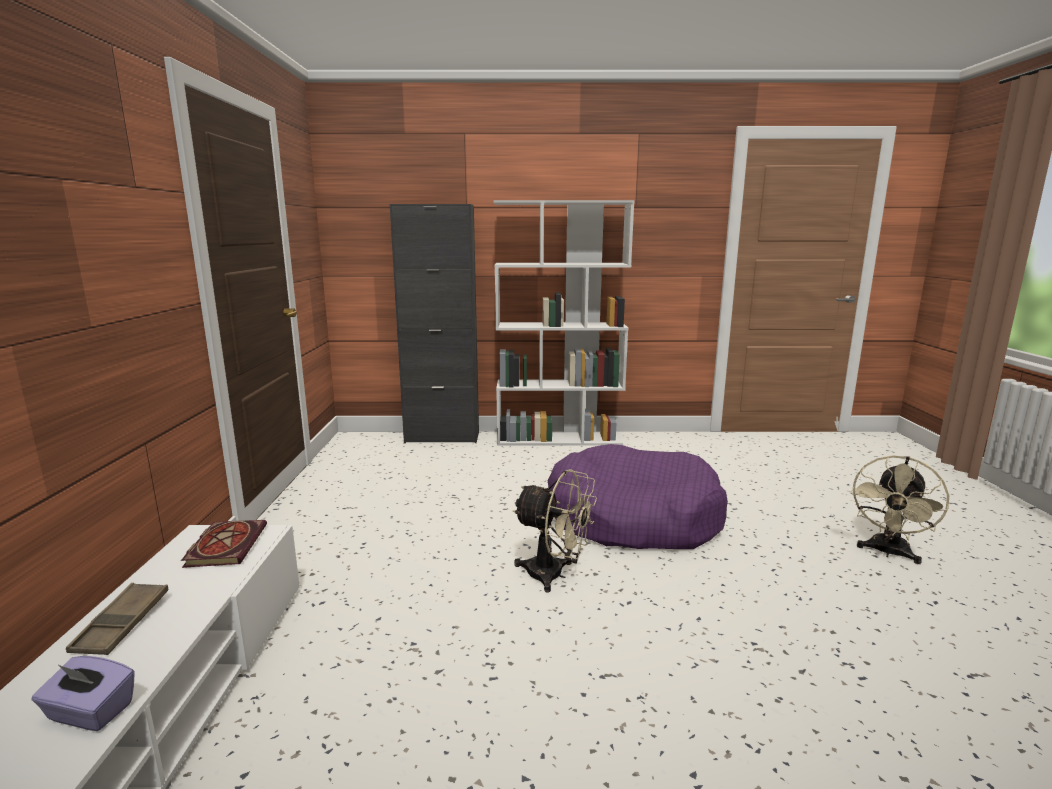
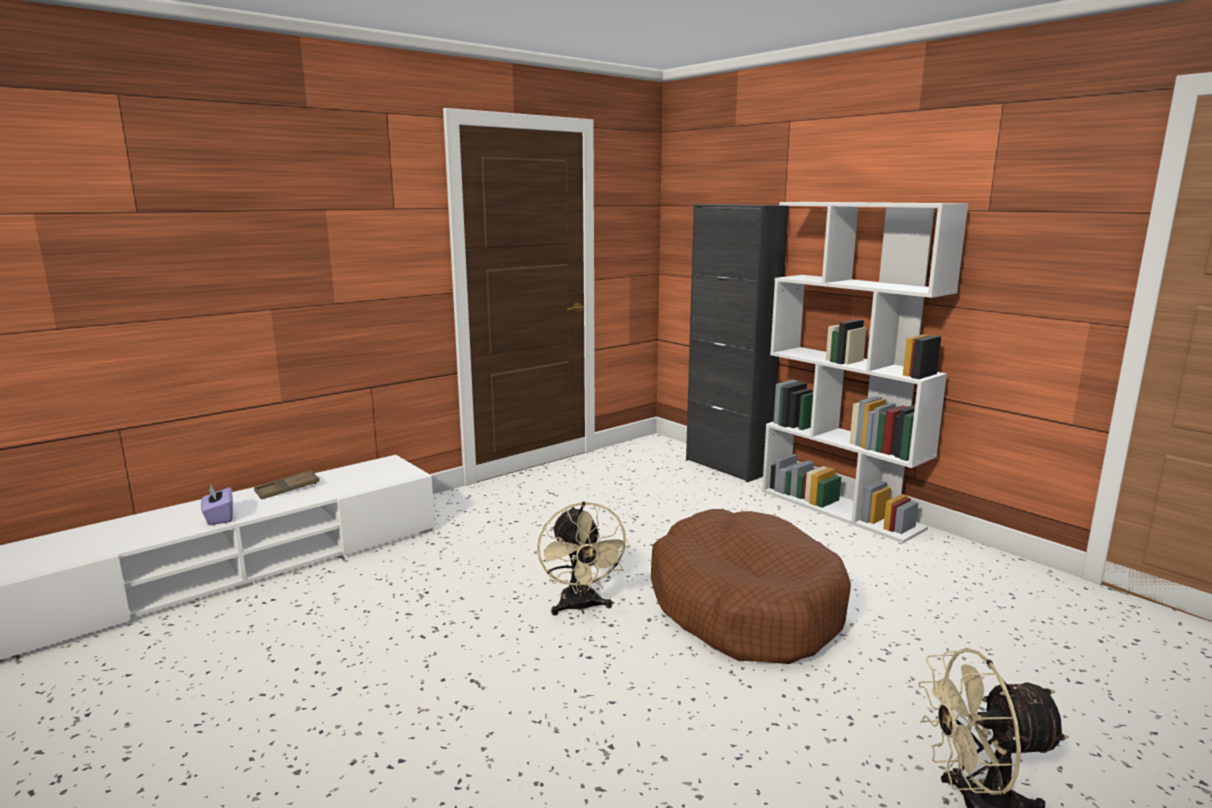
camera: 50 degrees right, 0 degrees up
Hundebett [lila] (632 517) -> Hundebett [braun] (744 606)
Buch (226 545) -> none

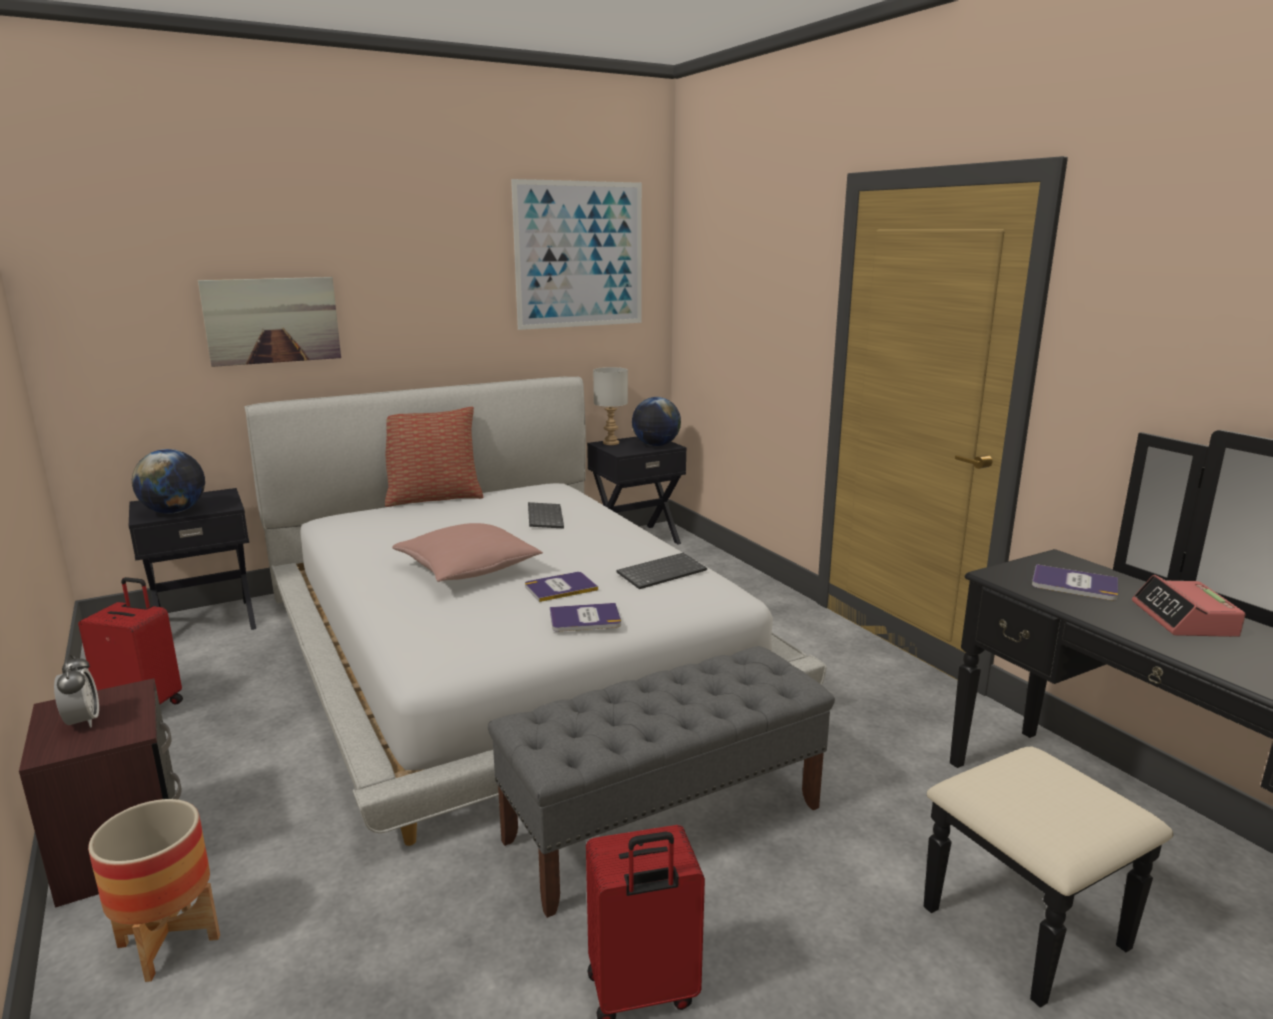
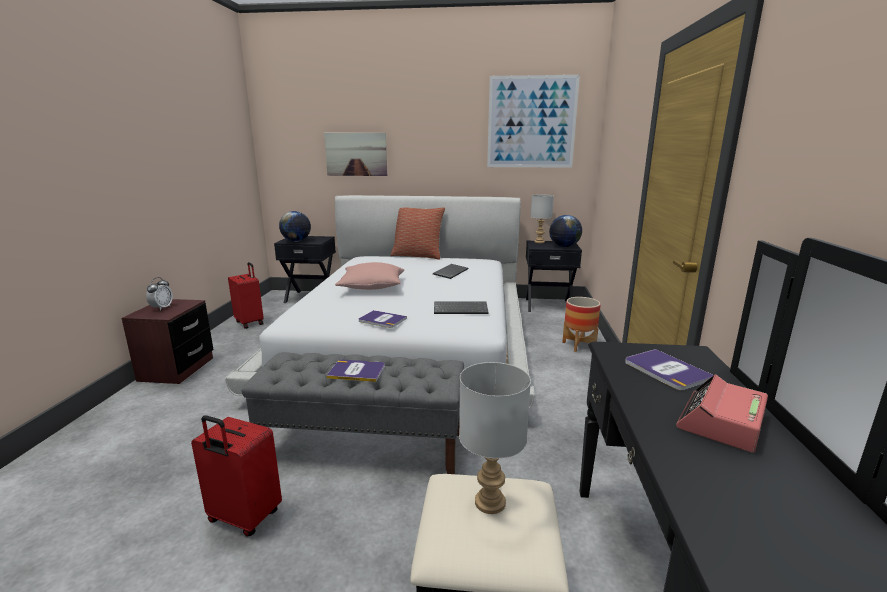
camera: 35 degrees right, 0 degrees up
Buch (560 587) -> Buch (357 371), move
none -> Tischlampe [grau] (489 503)
Pflanzkübel (169 941) -> Pflanzkübel (579 345), move

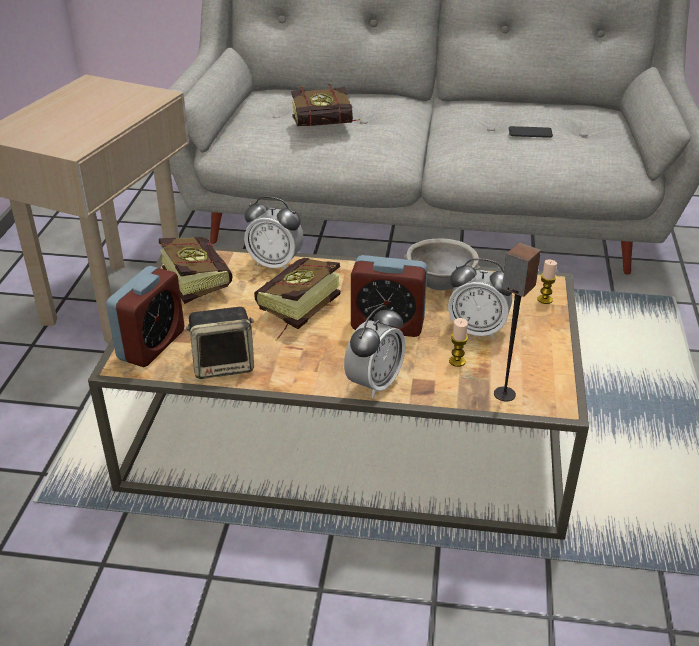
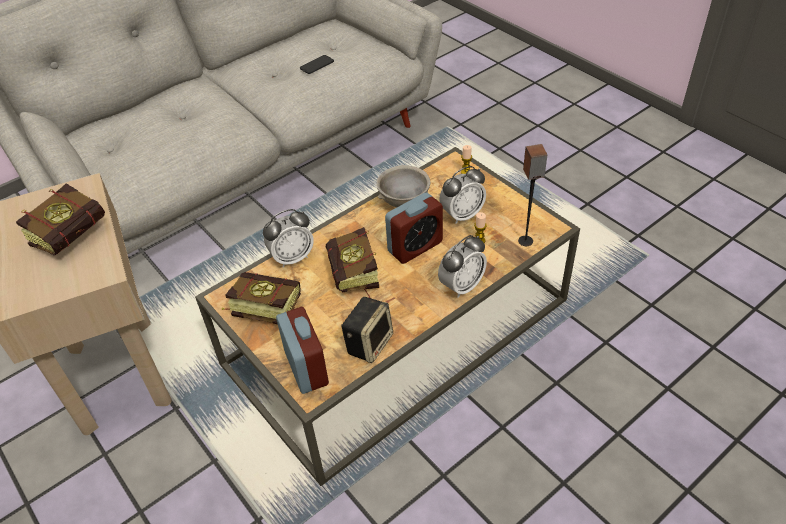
camera: 45 degrees left, 10 degrees up
Buch (329 127) -> Buch (77 233), move
Wecker (374 383) -> Wecker (461 286), 60 degrees clockwise

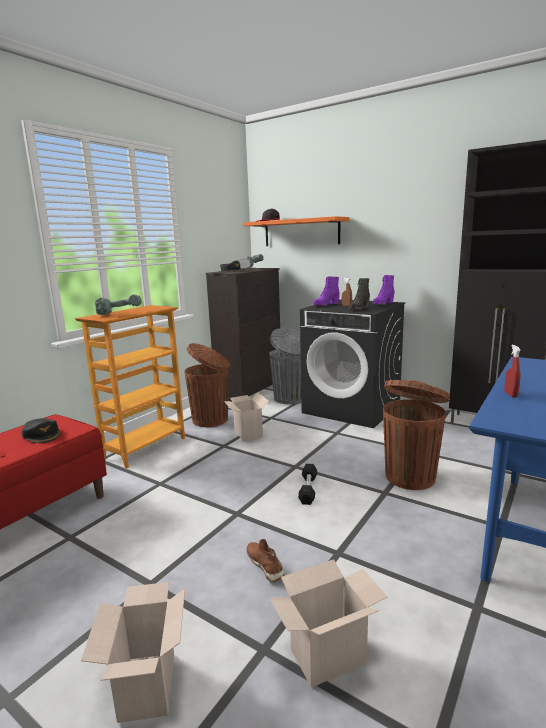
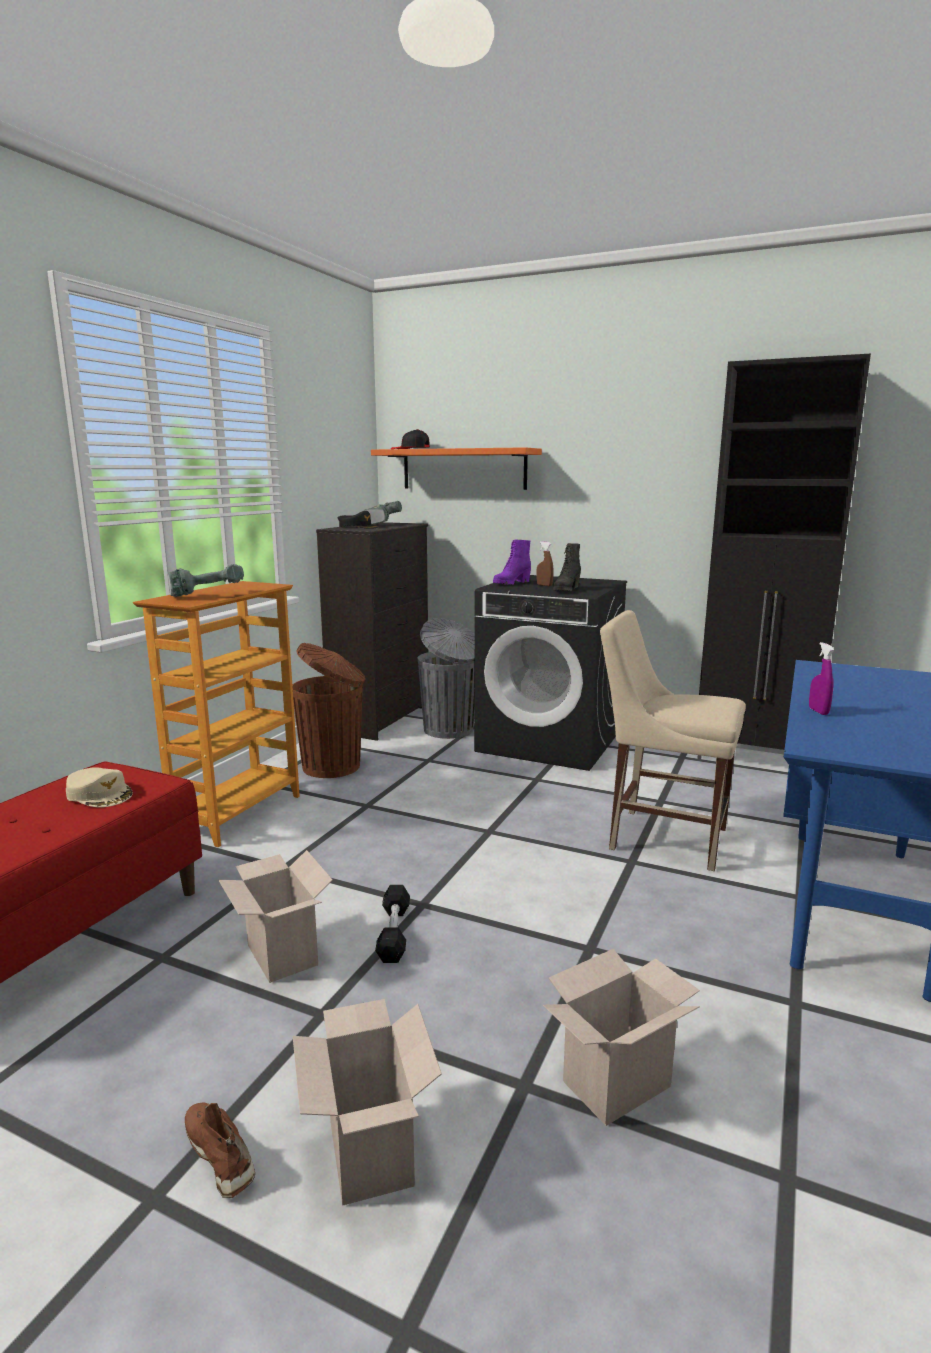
camera: 10 degrees left, 0 degrees up
Kappe [schwarz] (42 434) -> Kappe [beige] (100 794)
Schuh [braun] (265 565) -> Schuh [braun] (221 1154), move
Karton (247 433) -> Karton (279 954), move
Hantel [schwarz] (308 489) -> Hantel [schwarz] (394 933), move
Mülleimer [braun] (410 476) -> Stuhl [beige] (661 836)
Sprühflasche [rot] (510 394) -> Sprühflasche [lila] (818 711)
Stiefel [lila] (382 304) -> none

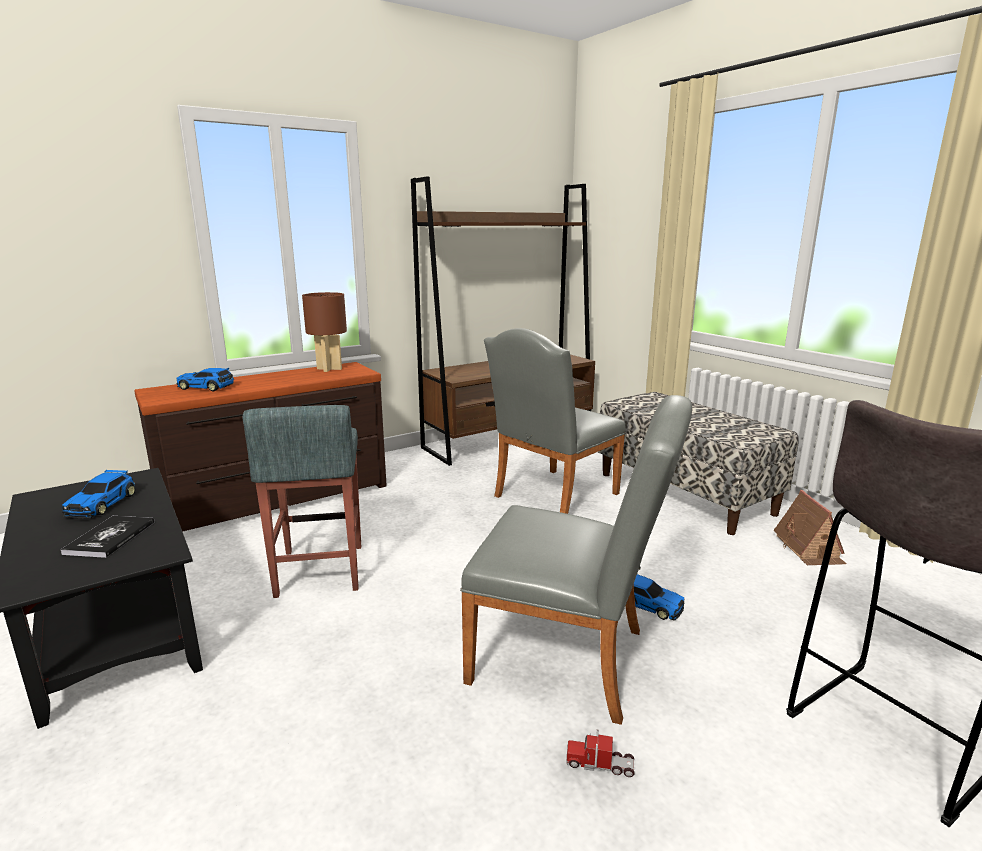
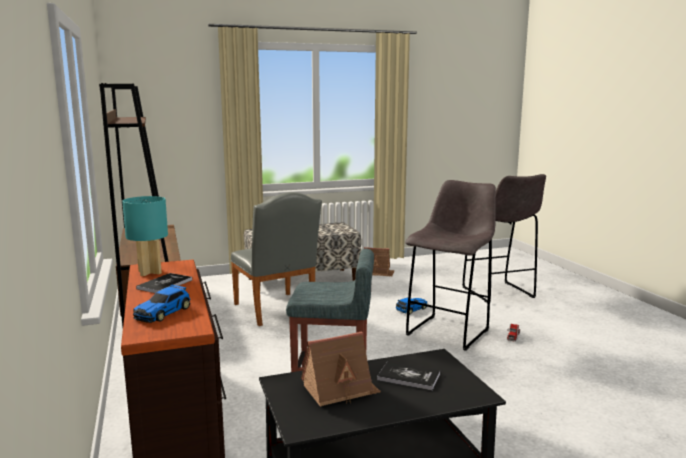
camera: 75 degrees left, 5 degrees down
Tischlampe [braun] (329 369) -> Tischlampe [türkis] (150 272)
none -> Buch (165 284)
Spielzeugauto (103 504) -> Spielzeughaus (340 389)
Stuhl [grau] (570 659) -> Hocker [grau] (449 331)

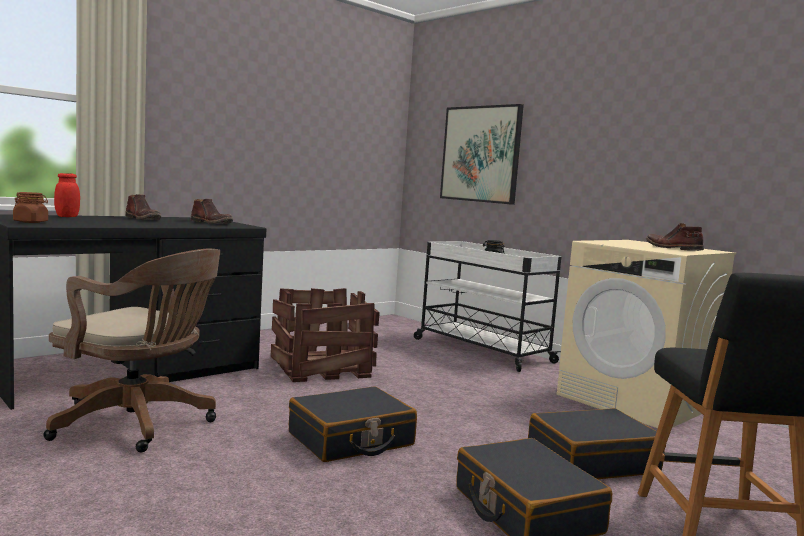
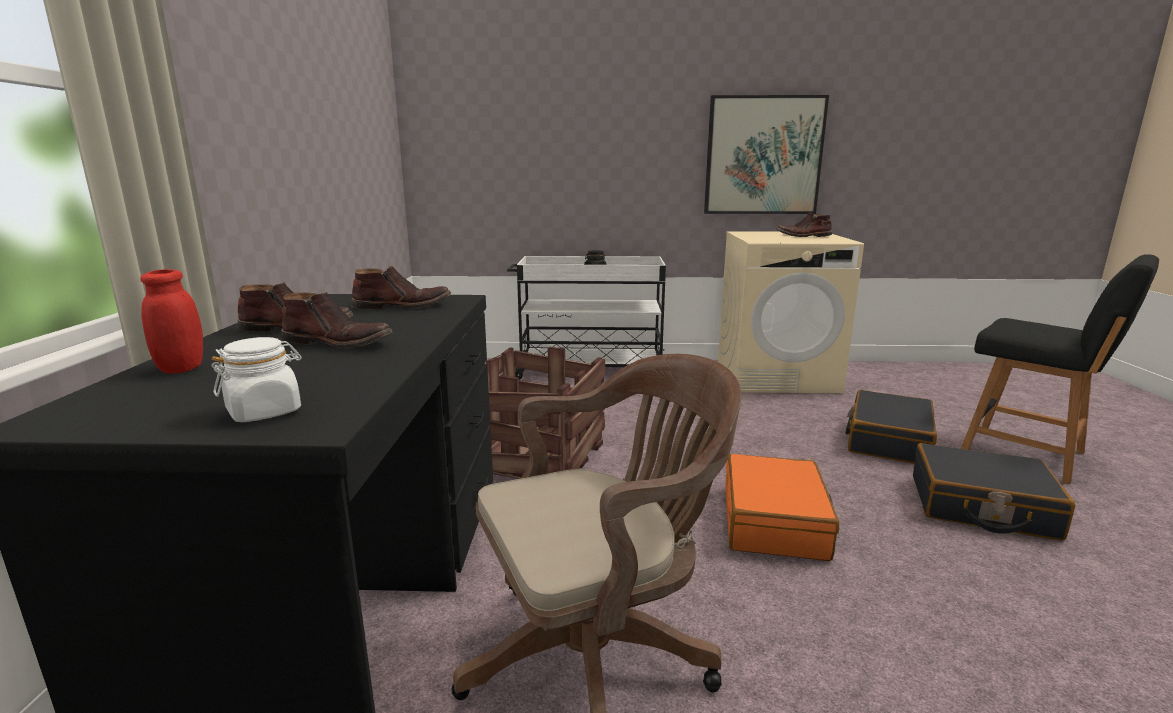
camera: 45 degrees left, 10 degrees up
Vorratsglas [braun] (31 222) -> Vorratsglas [weiß] (265 411)
none -> Stiefel [braun] (339 342)
Bild (481 154) -> Bild (763 156), move
Koffer [schwarz] (351 440) -> Koffer [orange] (774 522)

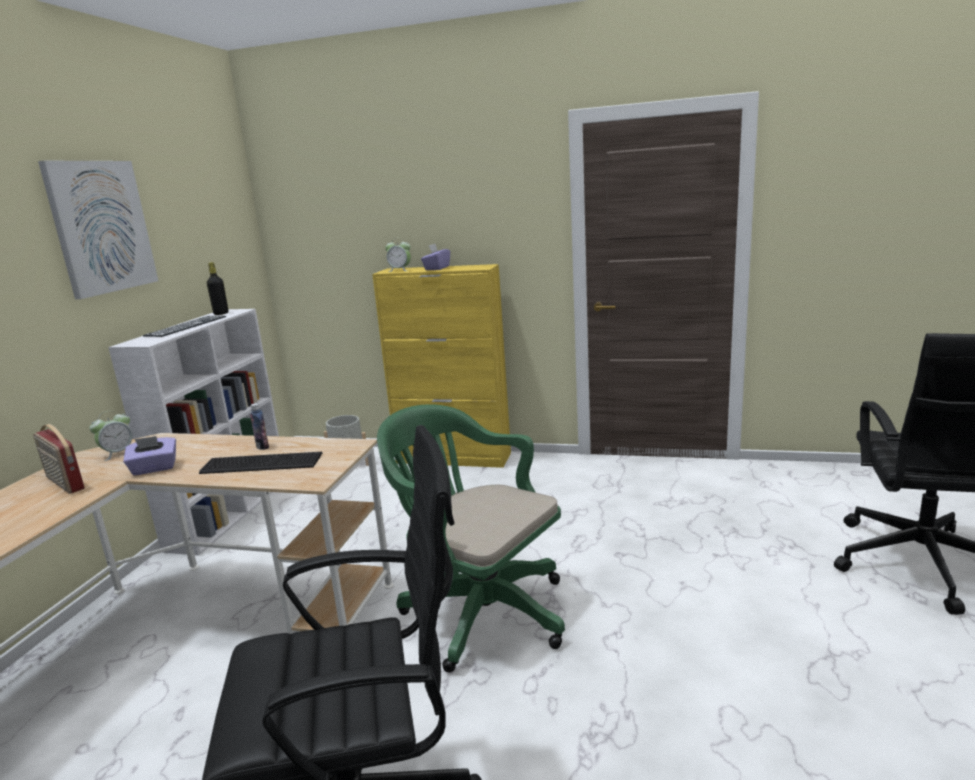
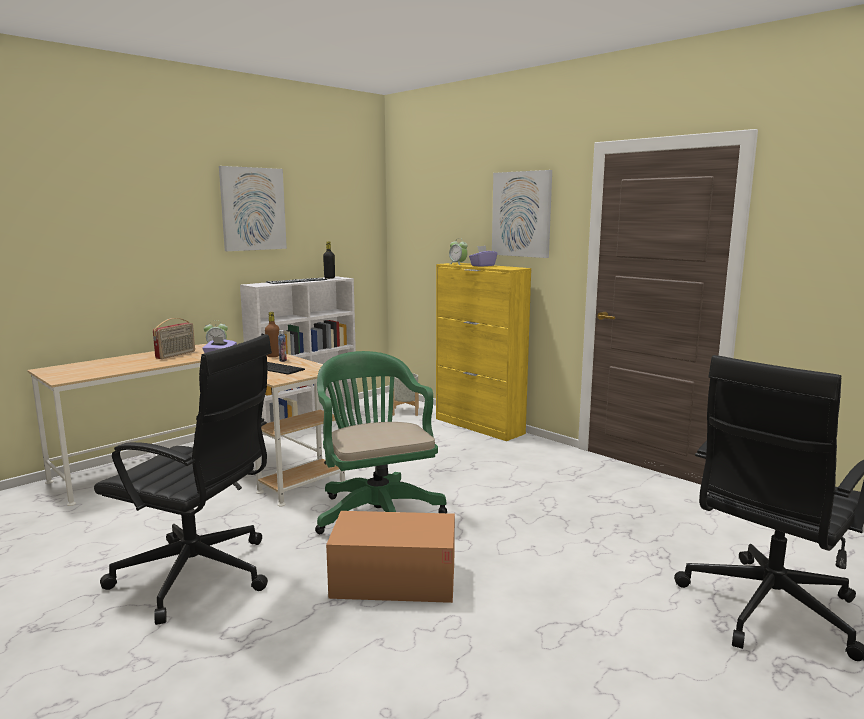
camera: 30 degrees right, 5 degrees down
Radio (64 483) -> Radio (176 355), 135 degrees counterclockwise
none -> Flasche [braun] (273 356)
none -> Karton (394 580)
none -> Bild (522 214)

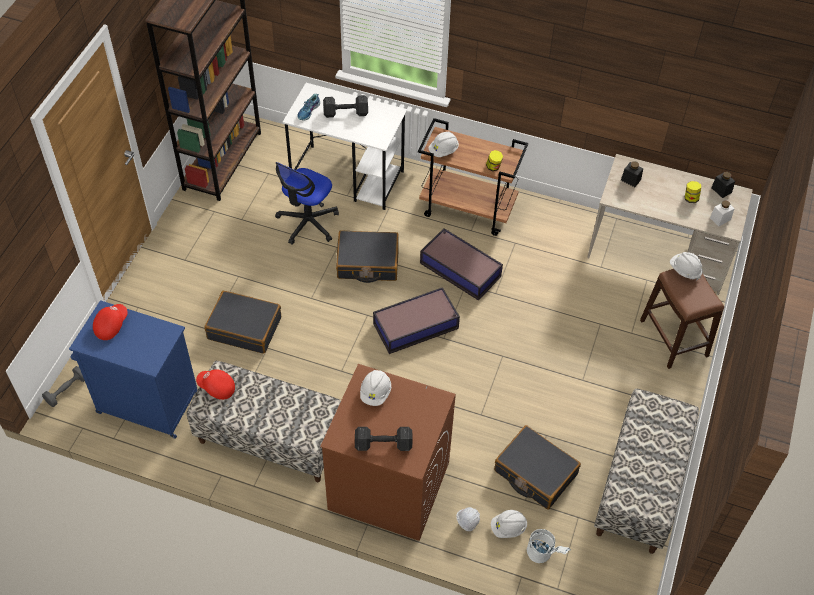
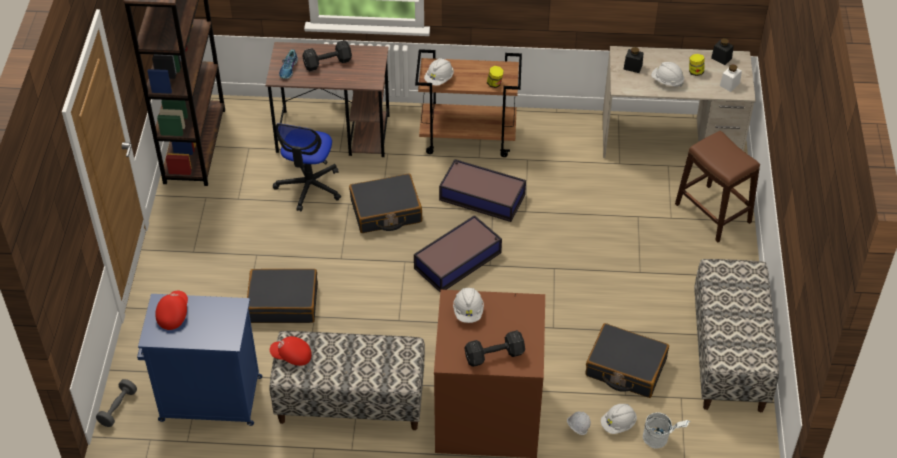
camera: 15 degrees left, 5 degrees down
Schreibtisch [weiß] (348 177) -> Schreibtisch [braun] (334 134)
Schutzhelm [weiß] (684 270) -> Schutzhelm [weiß] (667 81), move

